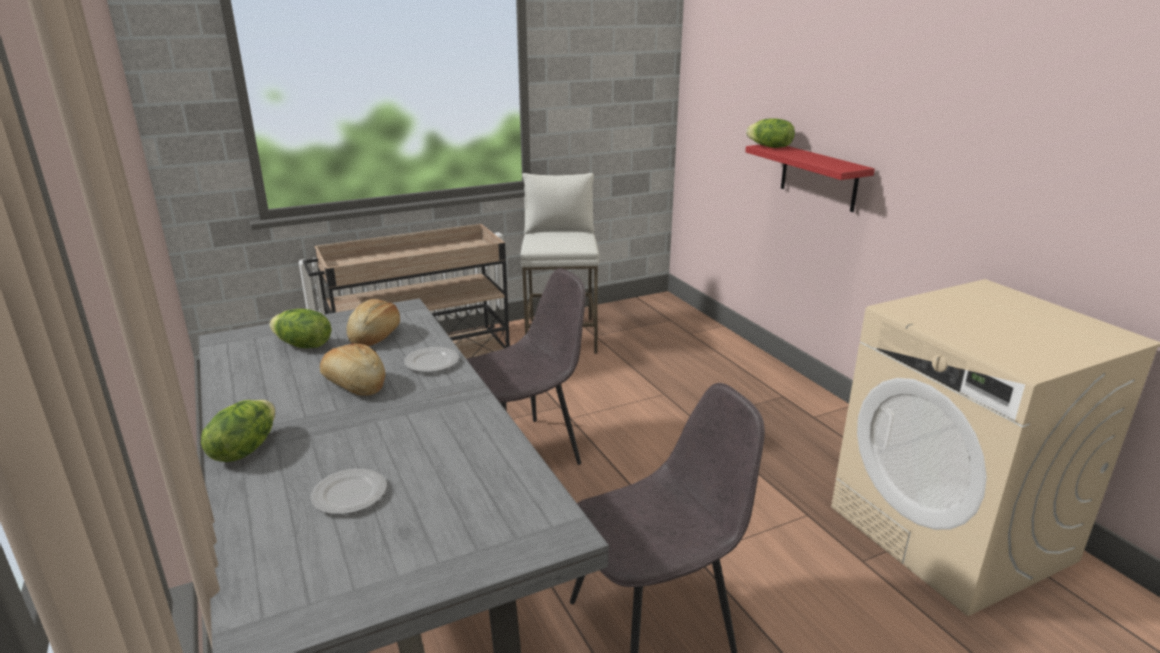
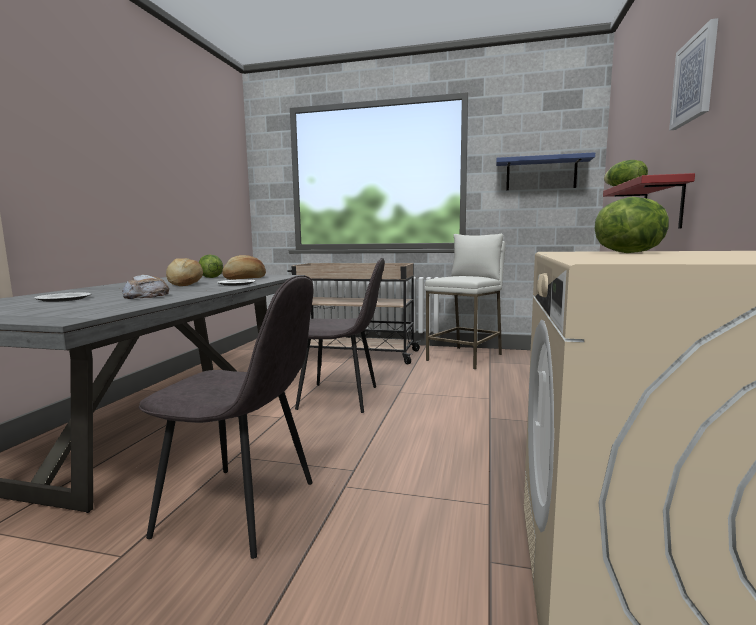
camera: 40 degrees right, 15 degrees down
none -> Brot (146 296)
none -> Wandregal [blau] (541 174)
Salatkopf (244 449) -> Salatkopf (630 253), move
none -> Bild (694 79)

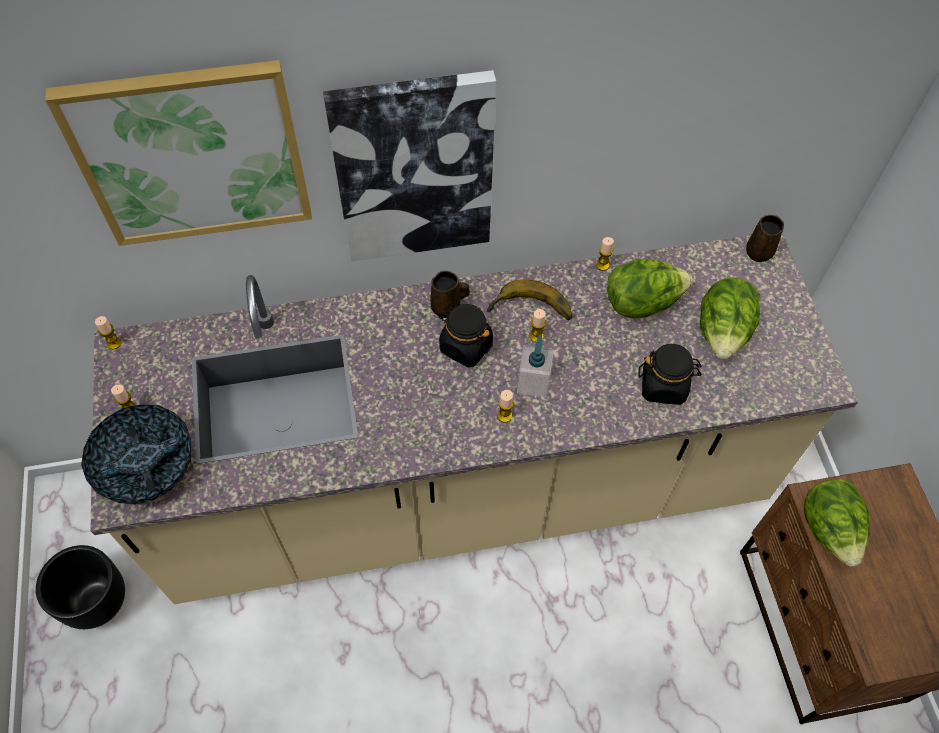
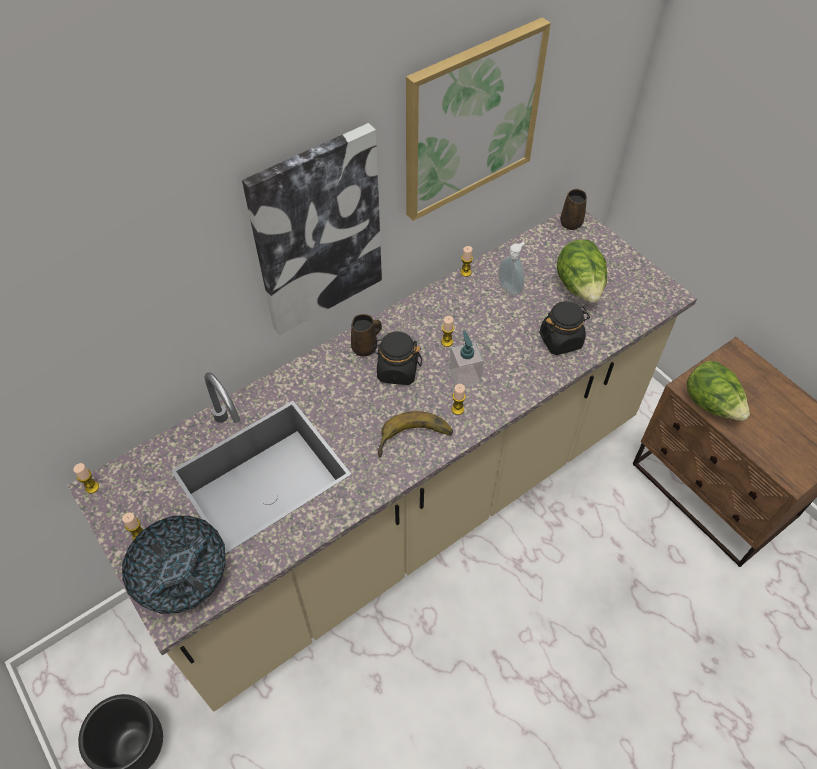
camera: 25 degrees left, 5 degrees down
Banane (530 312) -> Banane (415 441), move
Bild (192 154) -> Bild (471 120), move
Salatkopf (642 303) -> Seifenspender (510 288)

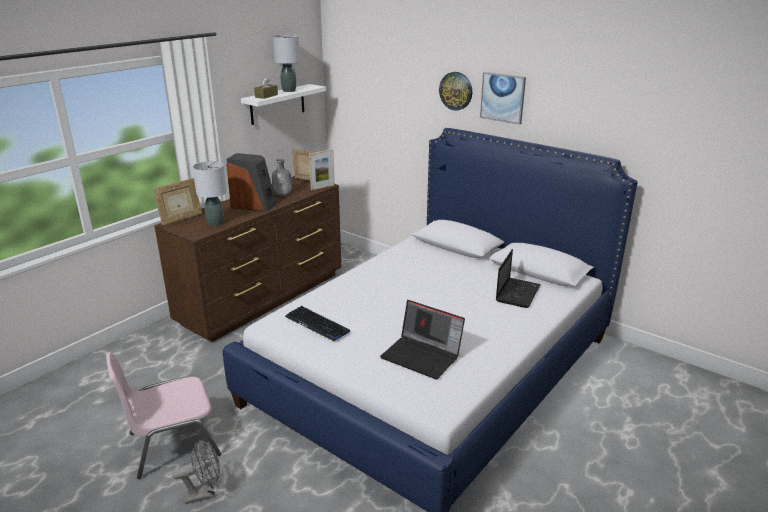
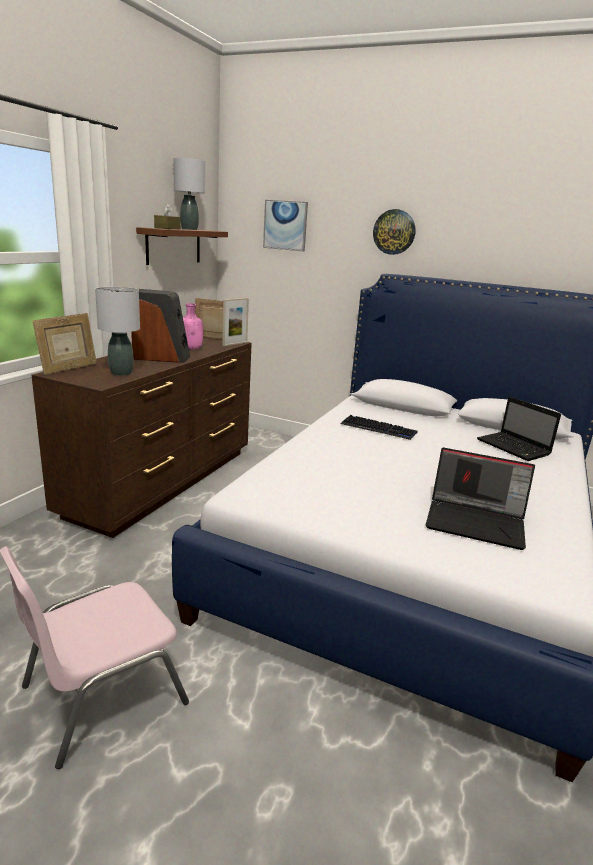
camera: 15 degrees left, 5 degrees down
Wandregal [weiß] (277 104) -> Wandregal [braun] (173 246)
Flasche [grau] (283 194) -> Flasche [rosa] (191 349)
Bild (502 97) -> Bild (285 225), move
Tastatur (317 324) -> Tastatur (378 429), move
Laptop (517 293) -> Laptop (514 448), 135 degrees clockwise
Ventilator [grau] (204 493) -> none

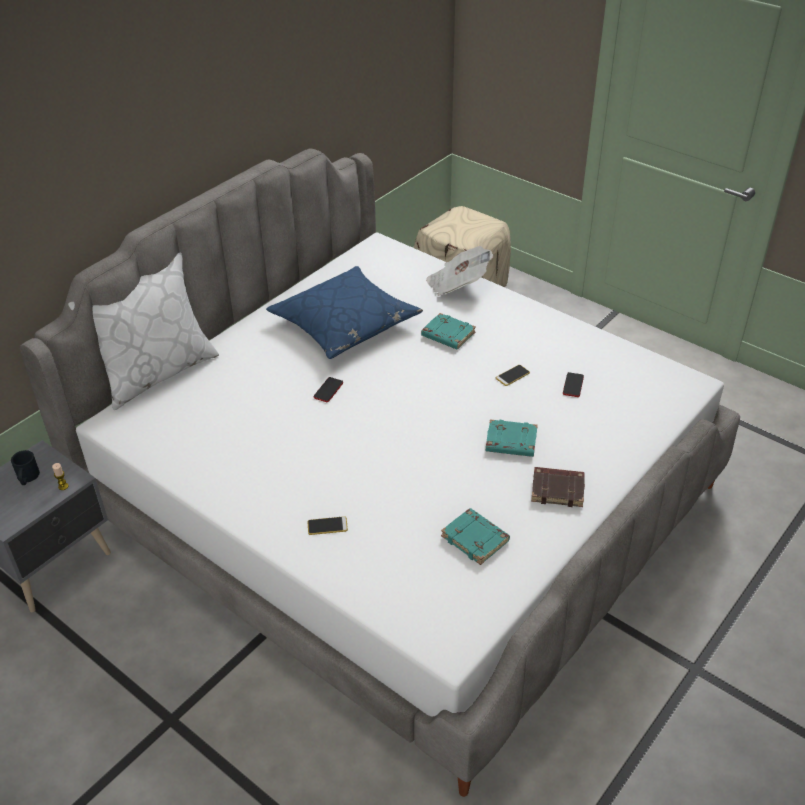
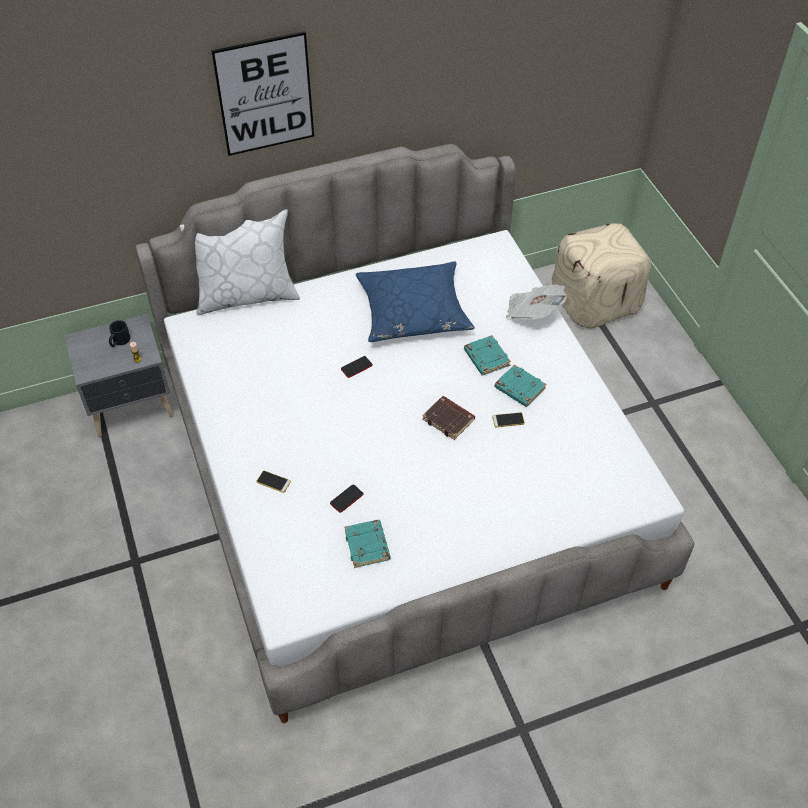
camera: 30 degrees right, 10 degrees up
none -> Bild (265 94)
Handy (573 385) -> Handy (346 499), move
Buch [braun] (558 489) -> Buch [braun] (449 420), move
Buch [türkis] (510 442) -> Buch [türkis] (519 388), move

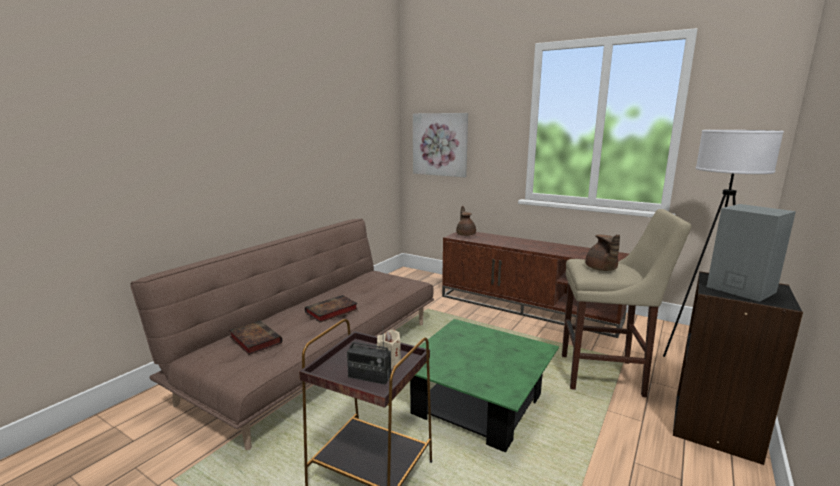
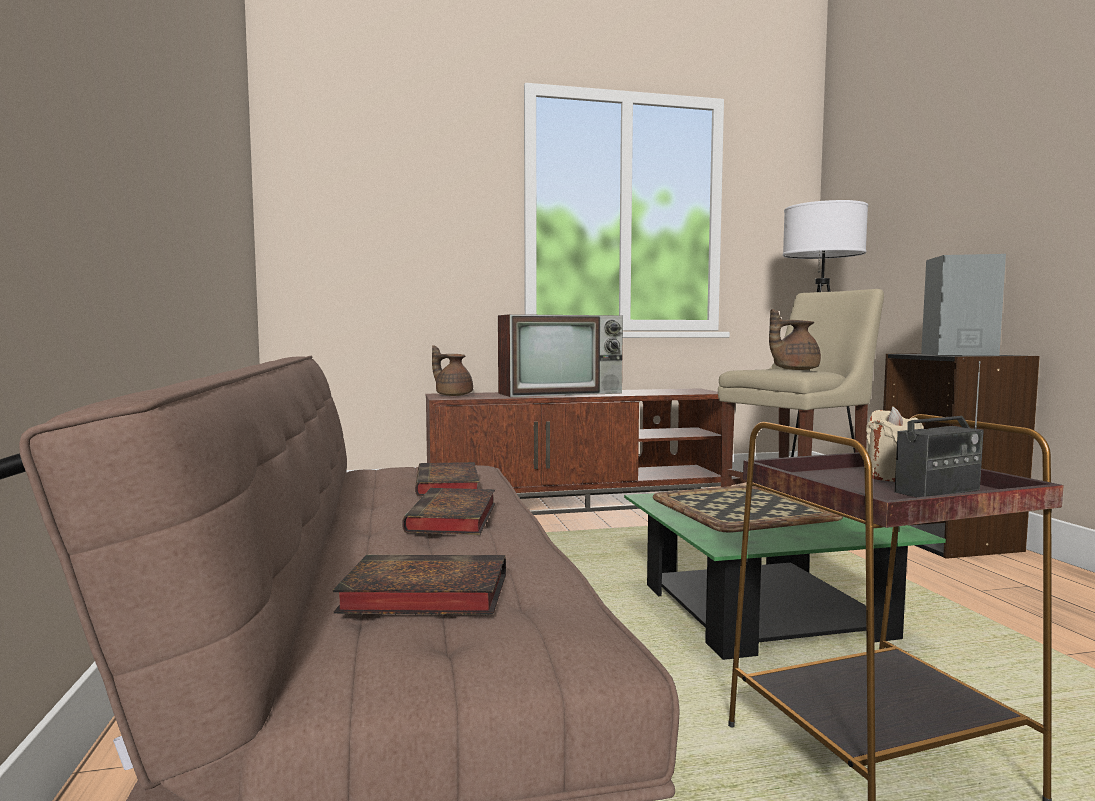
camera: 45 degrees left, 10 degrees down
none -> Buch (448 486)
none -> Fernseher (562 393)
none -> Tablett (740 508)
Teekanne [braun] (601 269) -> Teekanne [braun] (793 369), 120 degrees clockwise
Bild (440 144) -> none

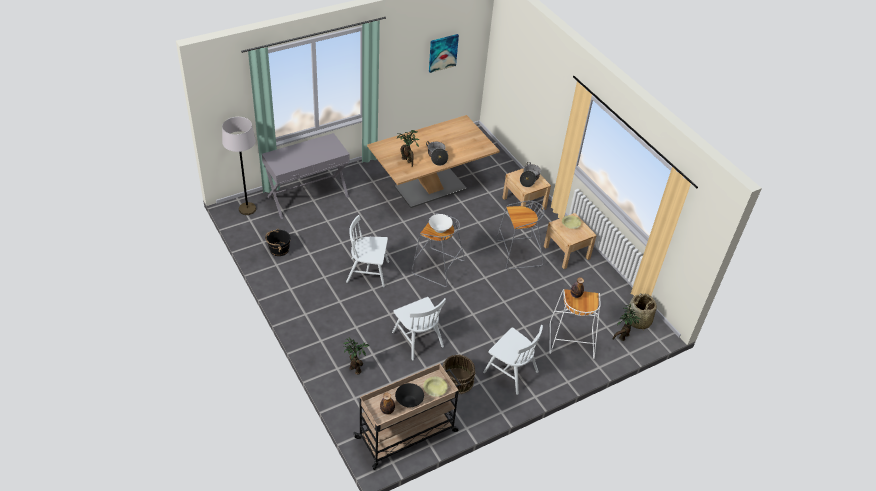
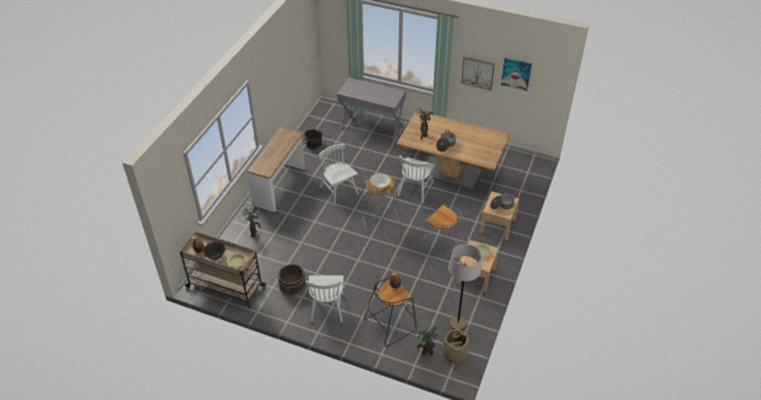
camera: 55 degrees right, 0 degrees up
none -> Konsolentisch (279 186)
Hocker [weiß] (570 340) -> Hocker [schwarz] (390 324)
Stuhl [weiß] (417 339) -> Stuhl [weiß] (415 189), move
Stehlampe [grau] (247 209) -> Stehlampe [grau] (458 324), move
none -> Bild (478 72)

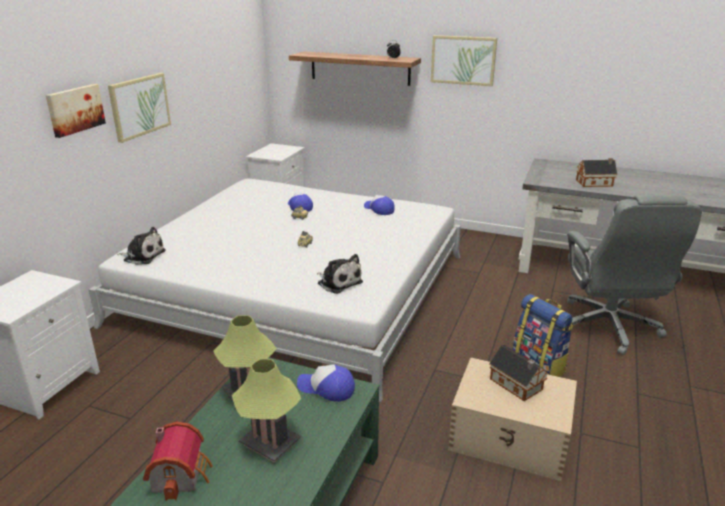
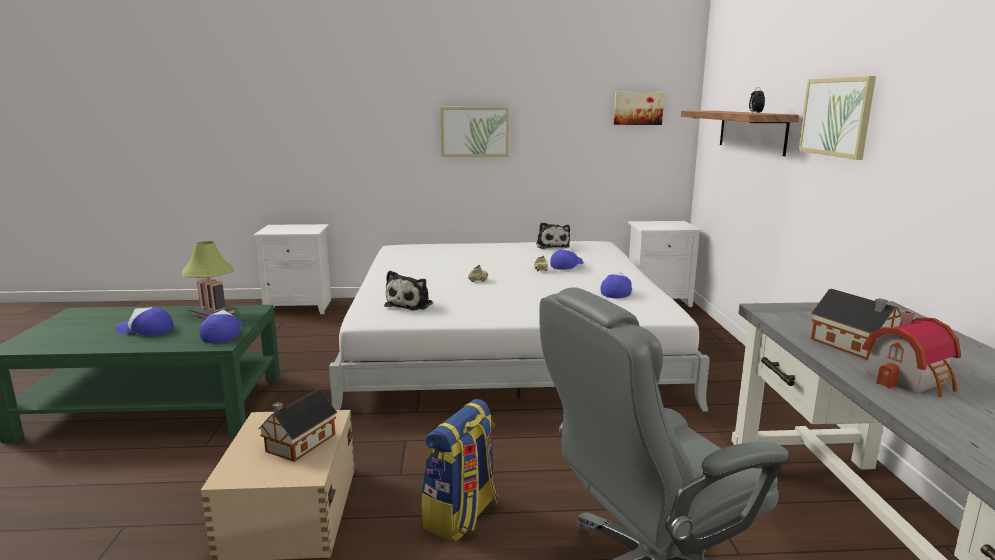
camera: 65 degrees right, 10 degrees down
Tischlampe (270 443) -> Kappe (145 330)
Plüschtier (143 256) -> Plüschtier (552 246), move
Bild (75 109) -> Bild (638 108), move
Spielzeughaus (182 474) -> Spielzeughaus (911 379), move

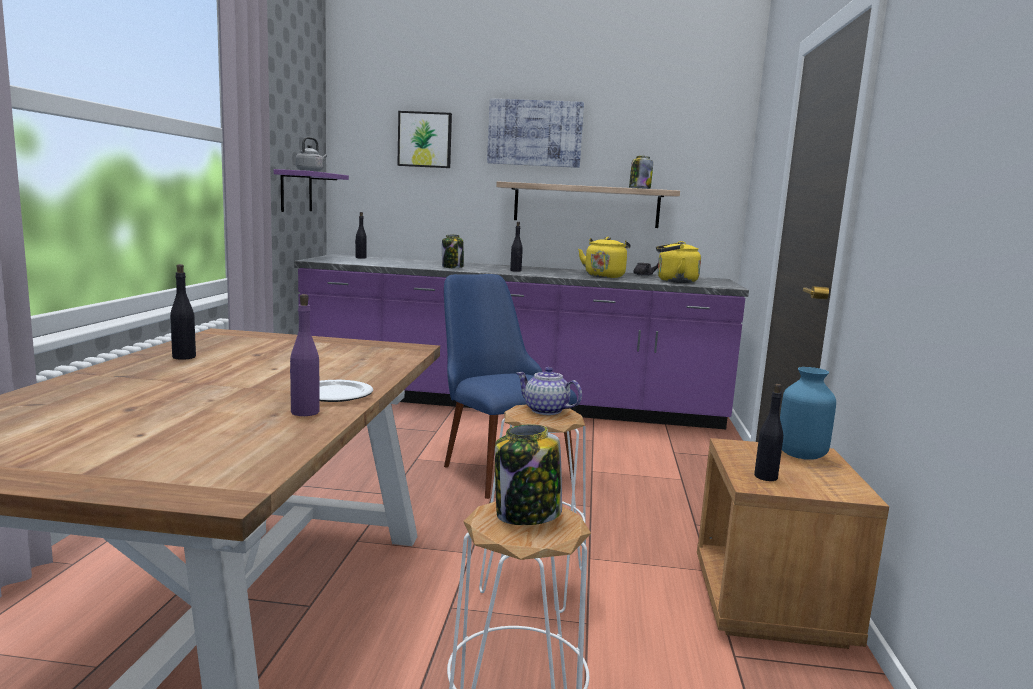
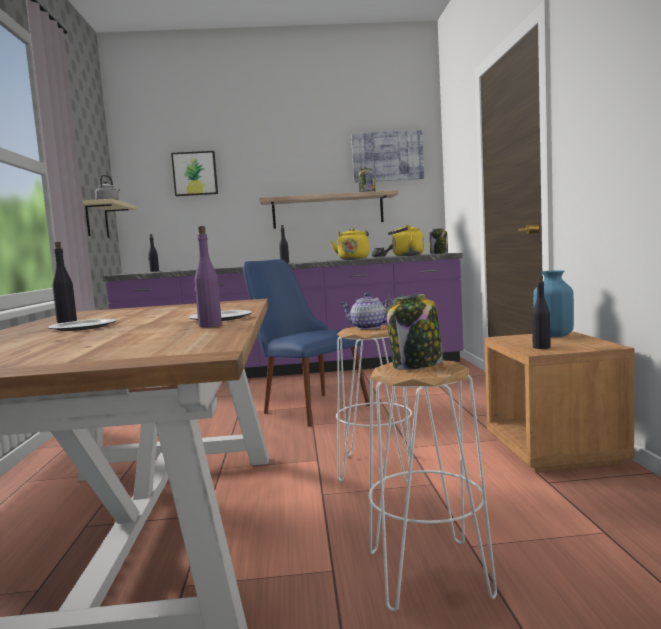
camera: 10 degrees left, 5 degrees down
none -> Teller (84 327)
Wandregal [lila] (296 191) -> Wandregal [beige] (97 220)
Bild (535 133) -> Bild (387 156), move
Vorratsglas (452 267) -> Vorratsglas (439 253), move

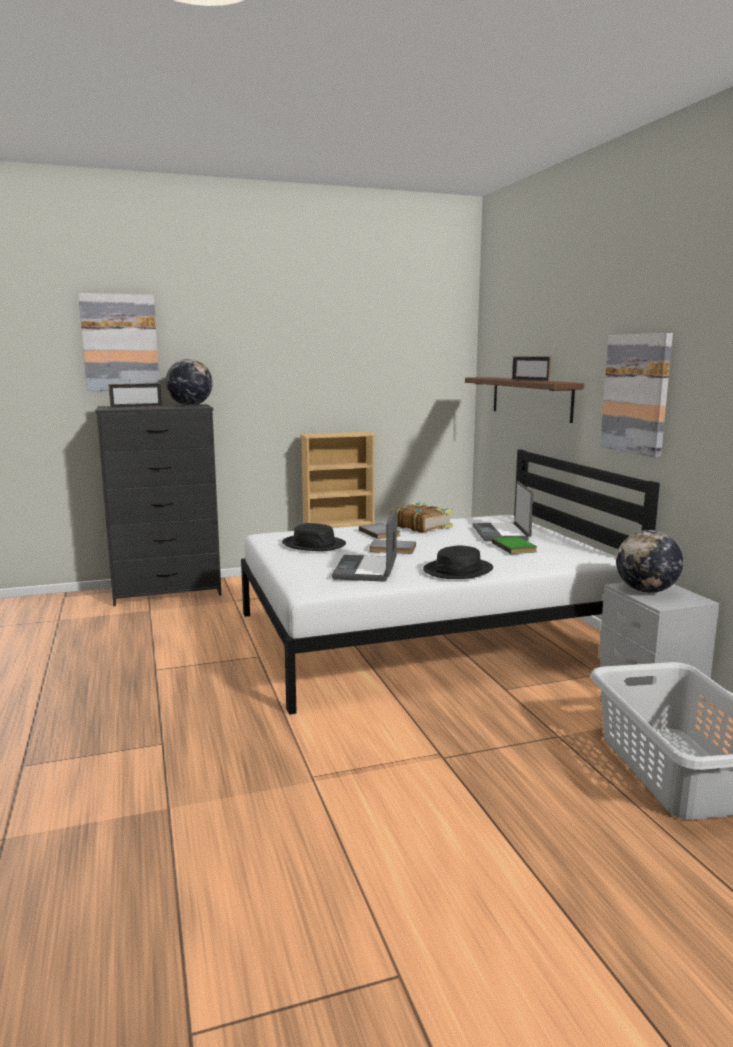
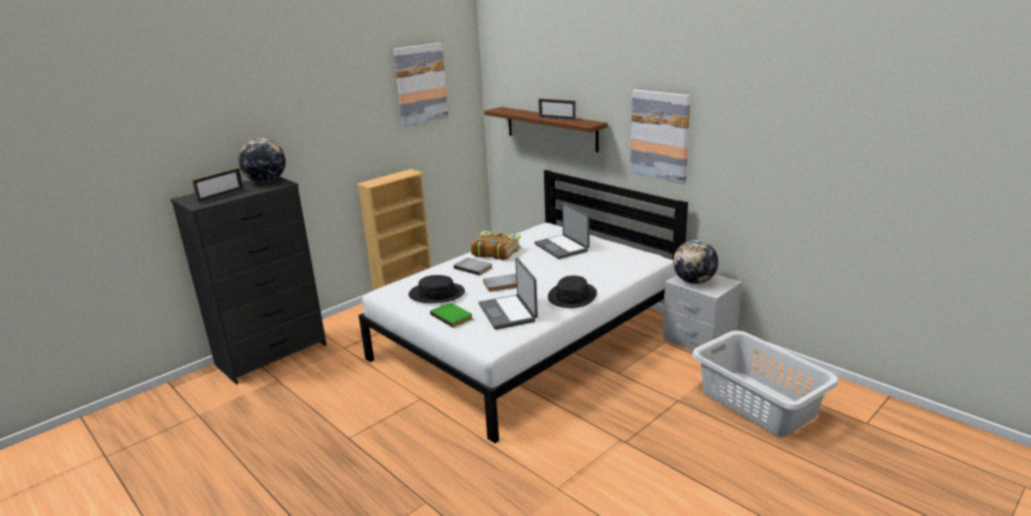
camera: 25 degrees left, 10 degrees up
Bild (120 343) -> Bild (420 84), move
Buch [grün] (515 547) -> Buch [grün] (452 316), move

